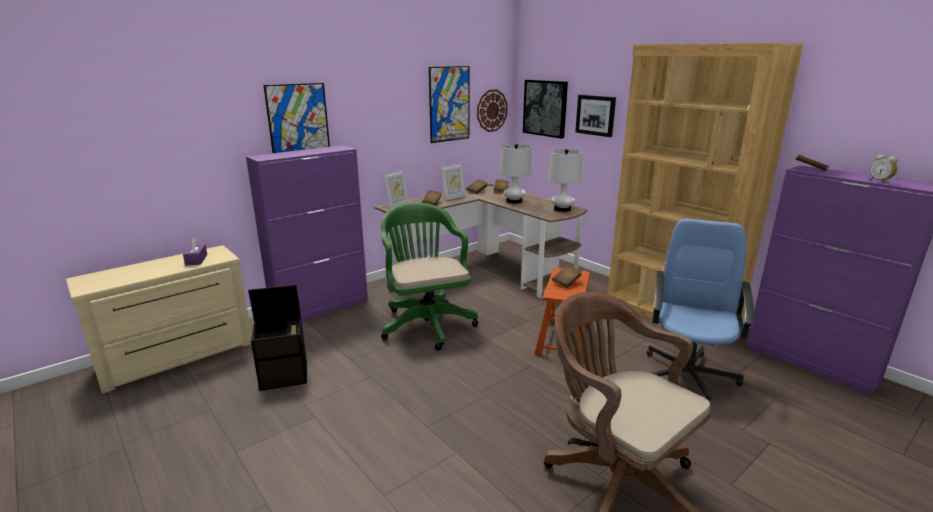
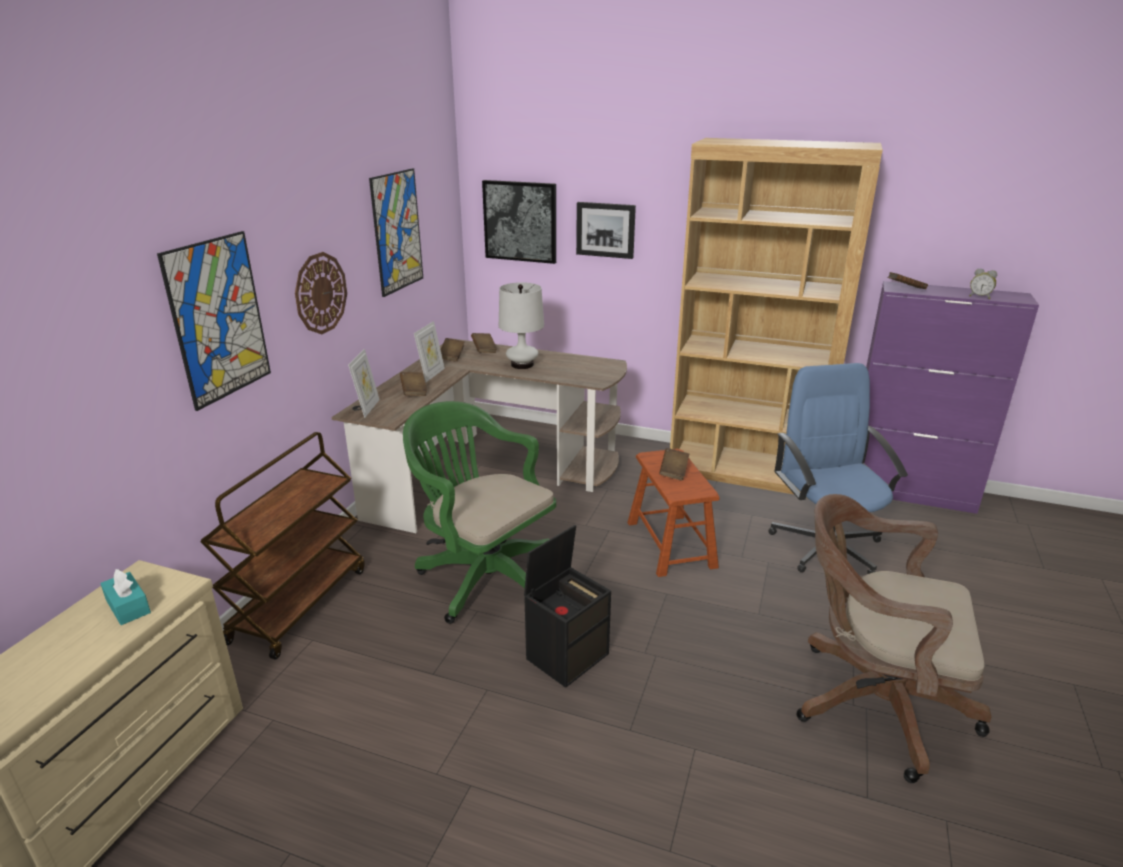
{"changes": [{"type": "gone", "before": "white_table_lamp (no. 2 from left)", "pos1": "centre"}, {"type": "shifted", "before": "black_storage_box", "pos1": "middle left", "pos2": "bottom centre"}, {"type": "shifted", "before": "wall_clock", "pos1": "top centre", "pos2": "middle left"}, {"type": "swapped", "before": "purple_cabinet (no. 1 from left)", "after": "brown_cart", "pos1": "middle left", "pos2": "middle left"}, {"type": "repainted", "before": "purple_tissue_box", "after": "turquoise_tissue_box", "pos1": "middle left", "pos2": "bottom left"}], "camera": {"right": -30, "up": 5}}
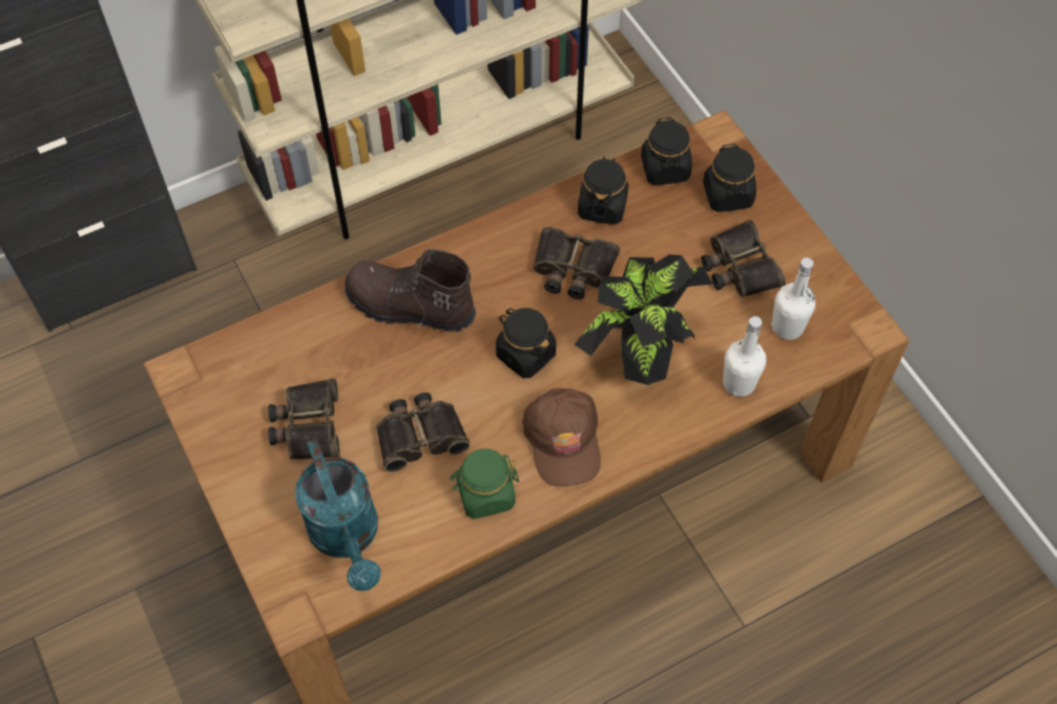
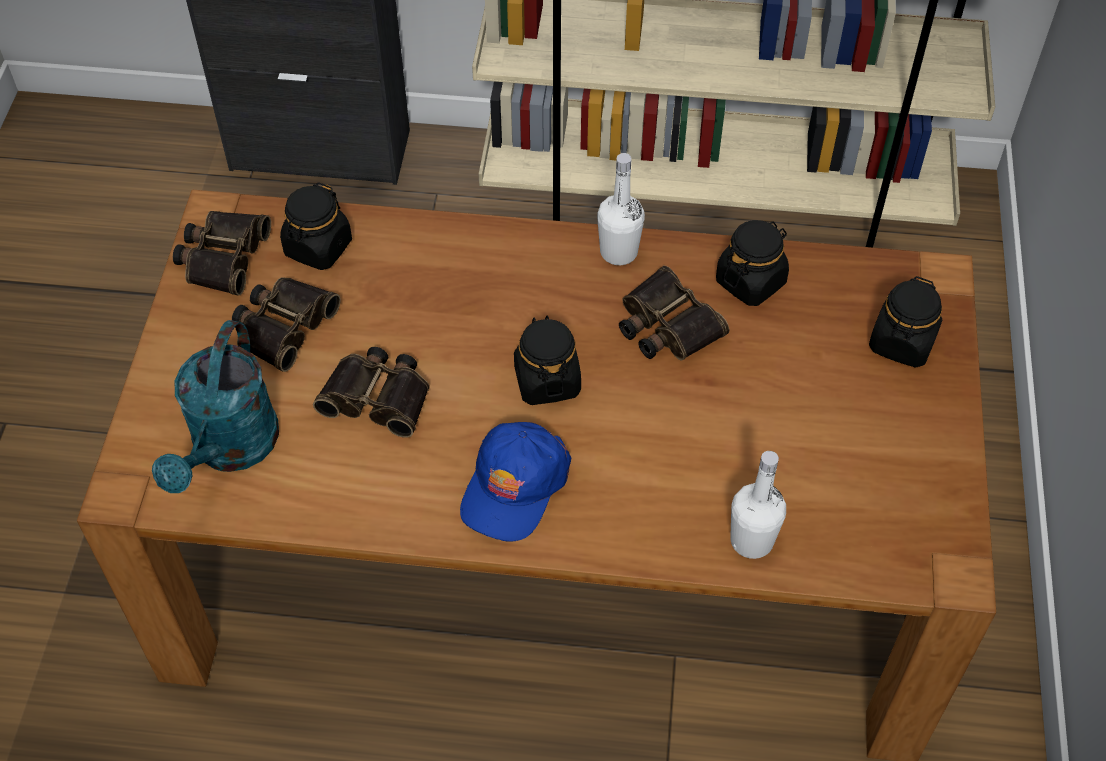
{"changes": [{"type": "gone", "before": "brown_boot", "pos1": "centre"}, {"type": "gone", "before": "green_jar", "pos1": "bottom centre"}, {"type": "gone", "before": "potted_plant", "pos1": "centre"}, {"type": "shifted", "before": "black_jar (no. 3 from left in the first image)", "after": "black_jar (no. 1 from left)", "pos1": "top centre", "pos2": "top left"}, {"type": "shifted", "before": "binoculars (no. 4 from left in the first image)", "after": "binoculars (no. 1 from left)", "pos1": "middle right", "pos2": "top left"}, {"type": "shifted", "before": "white_bottle (no. 2 from left in the first image)", "after": "white_bottle (no. 1 from left)", "pos1": "middle right", "pos2": "top centre"}, {"type": "repainted", "before": "brown_cap", "after": "blue_cap", "pos1": "centre", "pos2": "centre"}], "camera": {"right": 35, "up": -5}}
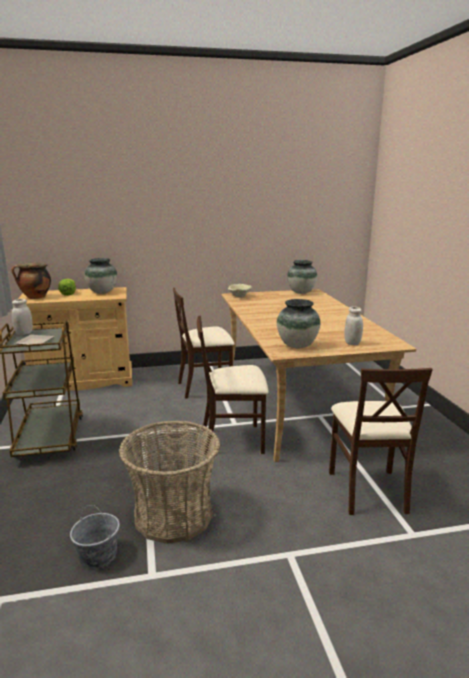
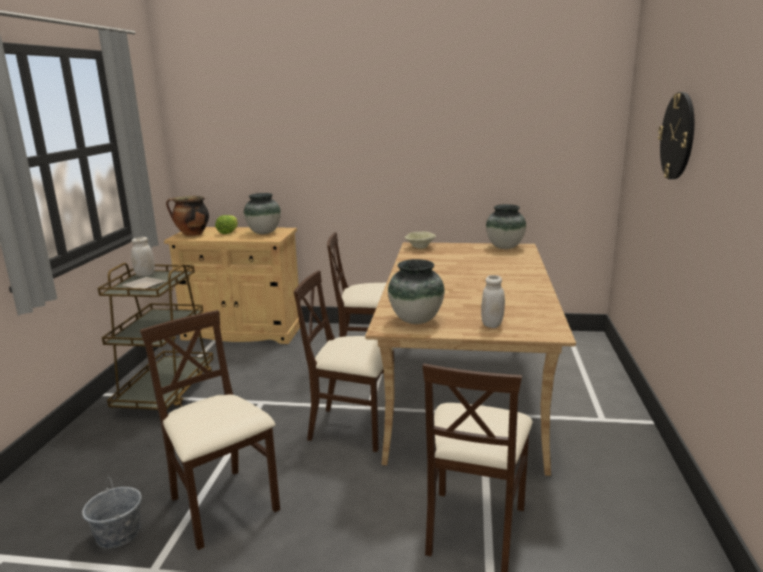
{"changes": [{"type": "new", "after": "wall_clock", "pos2": "top right"}, {"type": "swapped", "before": "basket", "after": "beige_chair (no. 1 from left)", "pos1": "bottom centre", "pos2": "bottom left"}], "camera": {"right": 20, "up": 0}}
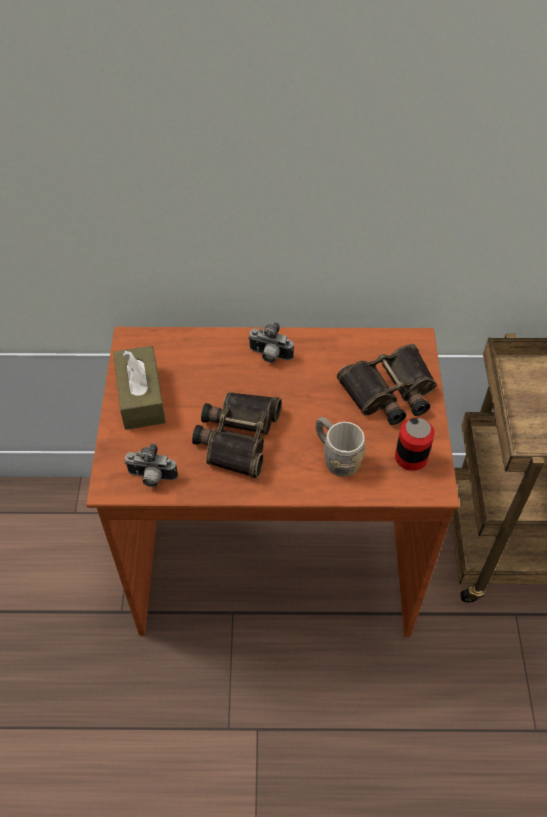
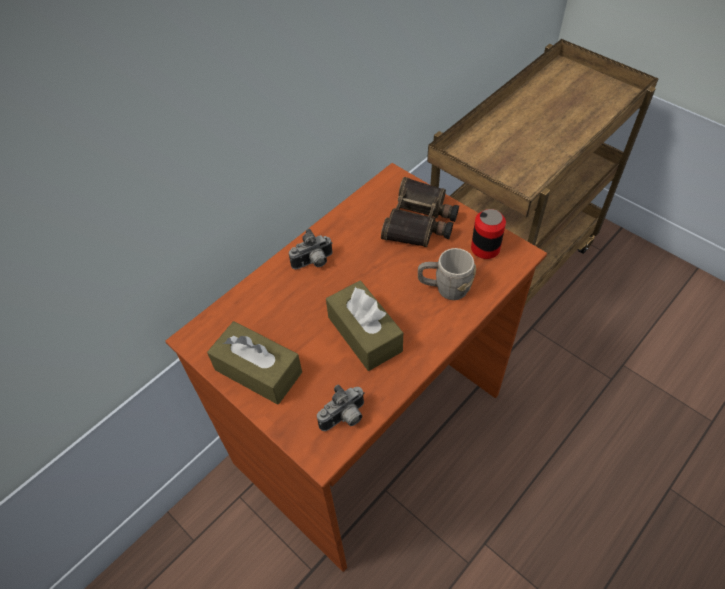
{"changes": [{"type": "swapped", "before": "binoculars (no. 1 from left)", "after": "brown_tissue_box (no. 2 from left)", "pos1": "centre", "pos2": "centre"}], "camera": {"right": -45, "up": 0}}
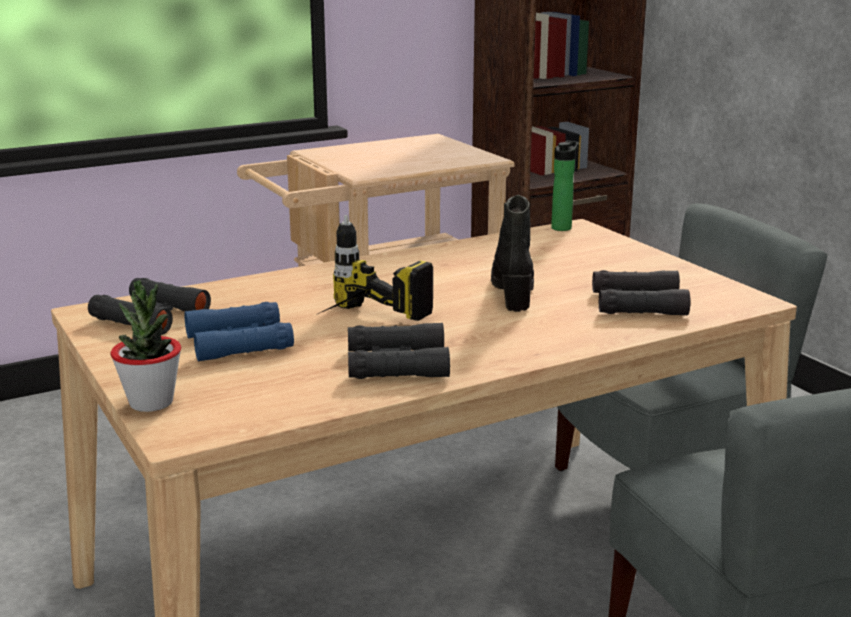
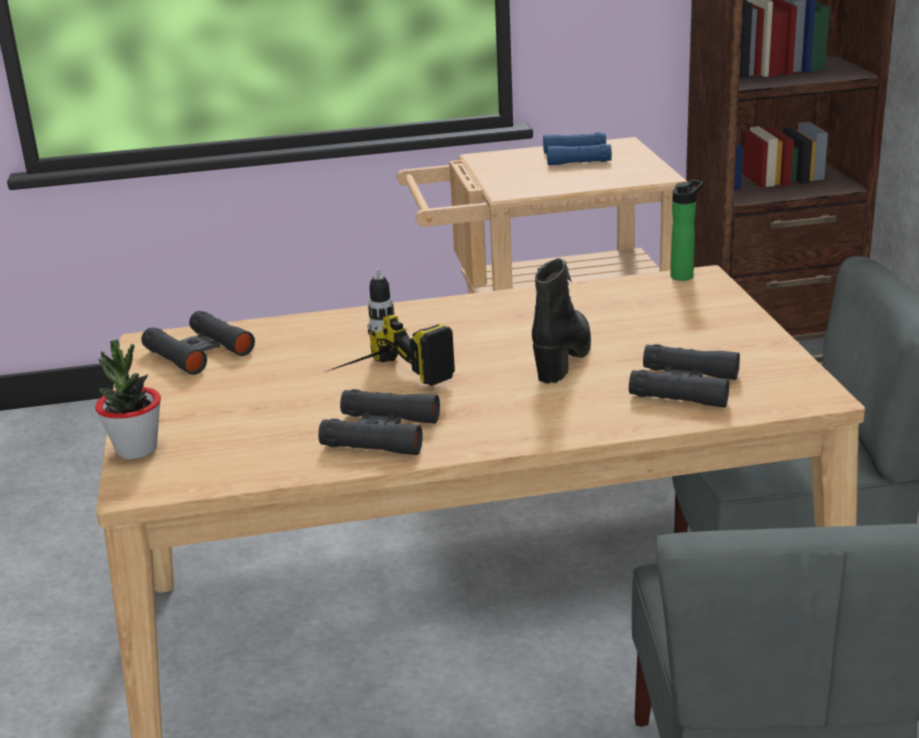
{"changes": [{"type": "shifted", "before": "blue_binoculars", "pos1": "middle left", "pos2": "top centre"}], "camera": {"right": 20, "up": 5}}
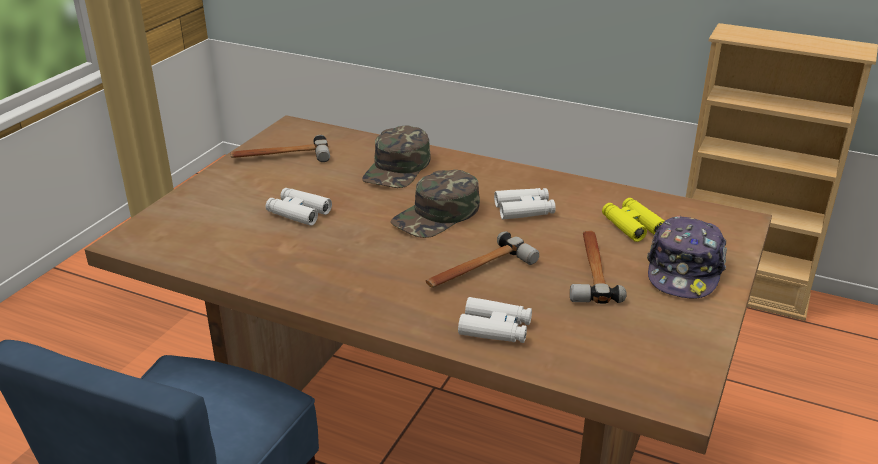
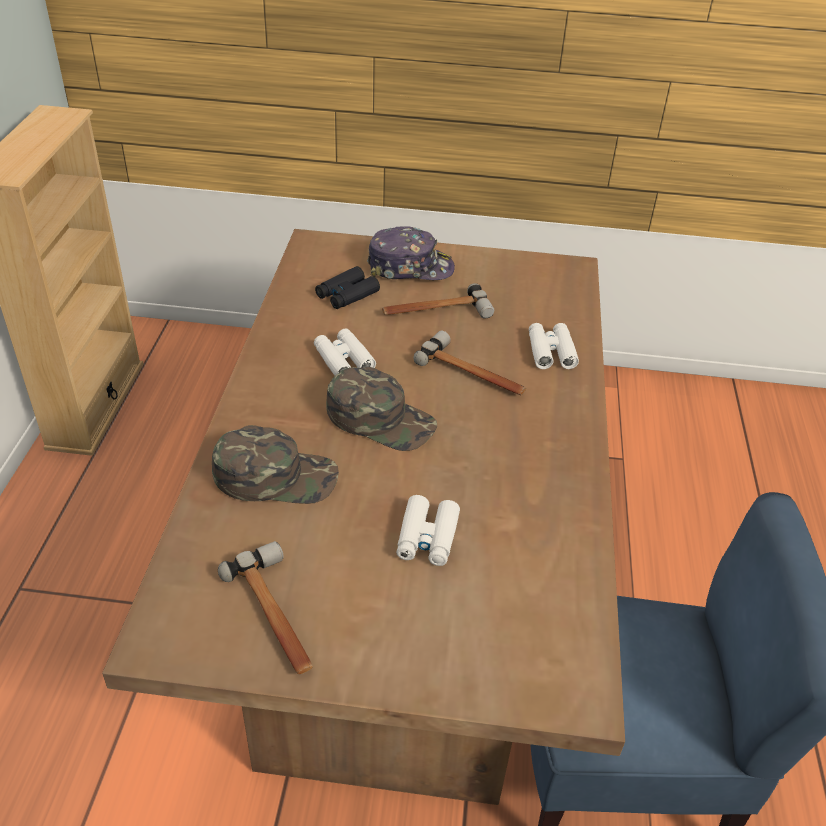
{"changes": [{"type": "repainted", "before": "yellow_binoculars", "after": "black_binoculars", "pos1": "middle right", "pos2": "centre"}], "camera": {"right": -110, "up": 10}}
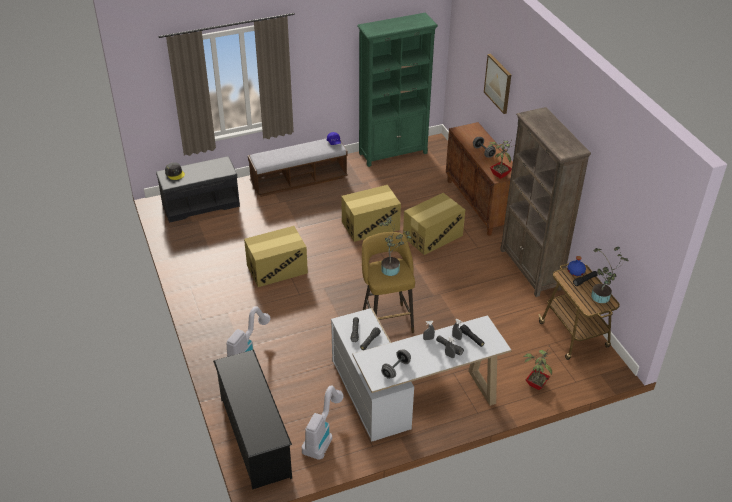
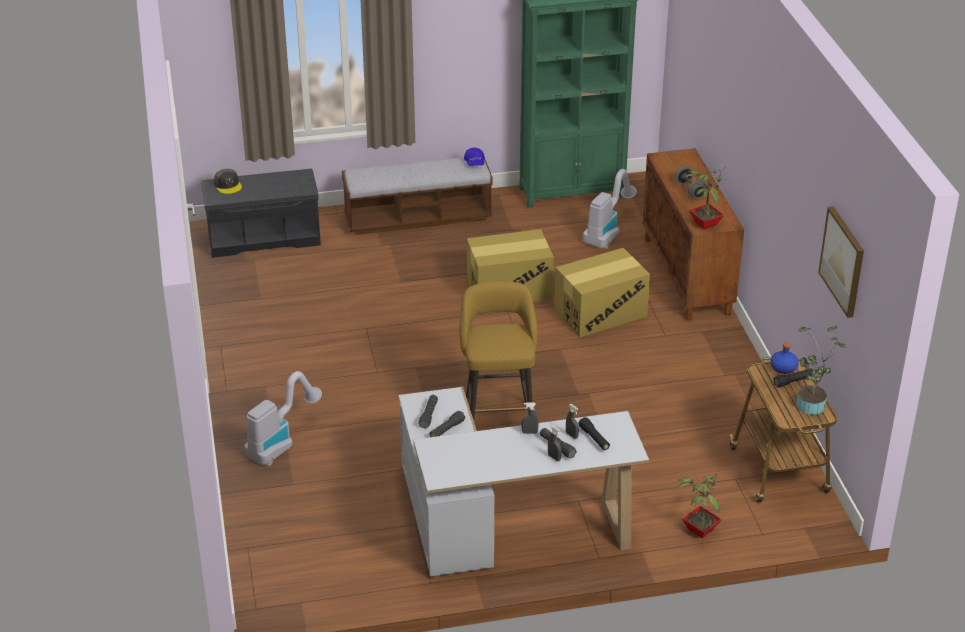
{"changes": [{"type": "gone", "before": "black_shoe_rack", "pos1": "bottom centre"}, {"type": "gone", "before": "cardboard_box (no. 1 from left)", "pos1": "centre"}, {"type": "gone", "before": "potted_plant (no. 1 from left)", "pos1": "centre"}, {"type": "gone", "before": "grey_dumbbell (no. 1 from left)", "pos1": "bottom centre"}, {"type": "gone", "before": "brown_bookcase", "pos1": "middle right"}, {"type": "shifted", "before": "vacuum_cleaner (no. 2 from left)", "pos1": "bottom centre", "pos2": "top centre"}, {"type": "shifted", "before": "picture", "pos1": "top right", "pos2": "middle right"}], "camera": {"right": 10, "up": -5}}
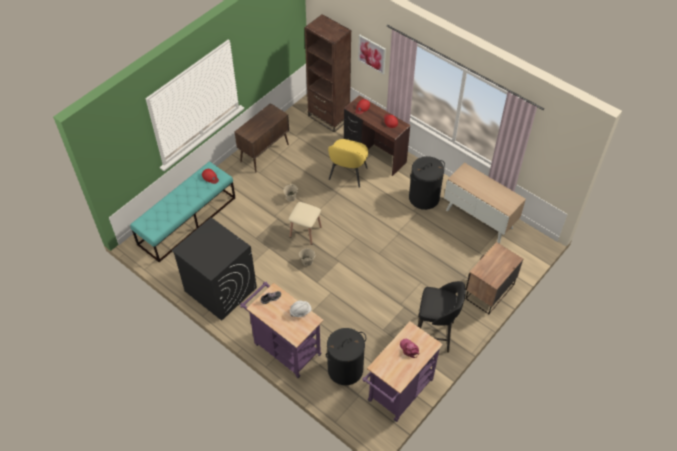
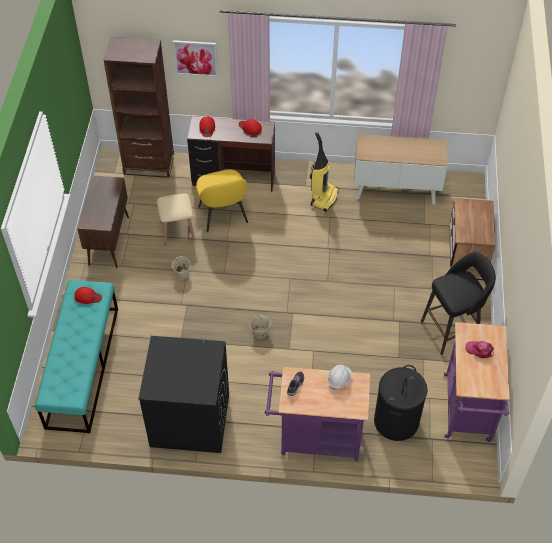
{"changes": [{"type": "shifted", "before": "beige_stool", "pos1": "centre", "pos2": "middle left"}, {"type": "swapped", "before": "black_laundry_basket (no. 2 from left)", "after": "vacuum_cleaner", "pos1": "centre", "pos2": "top centre"}], "camera": {"right": -35, "up": 0}}
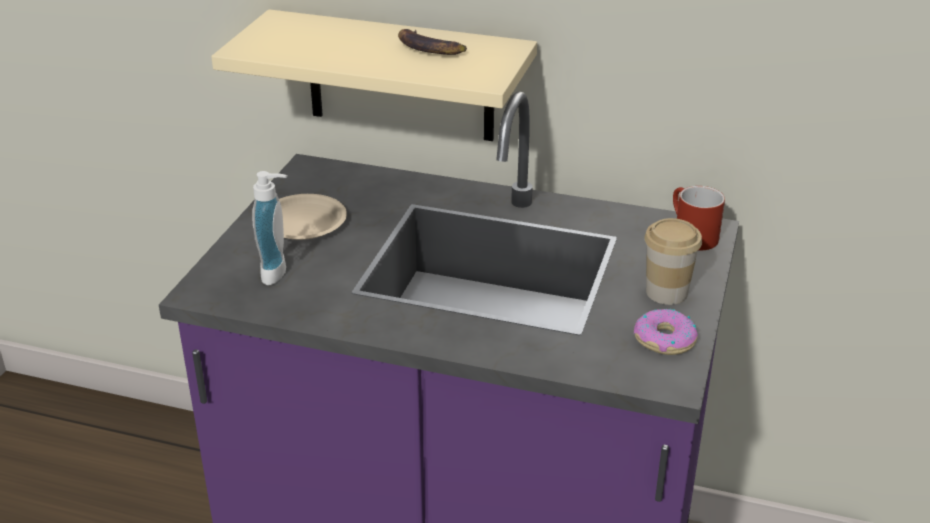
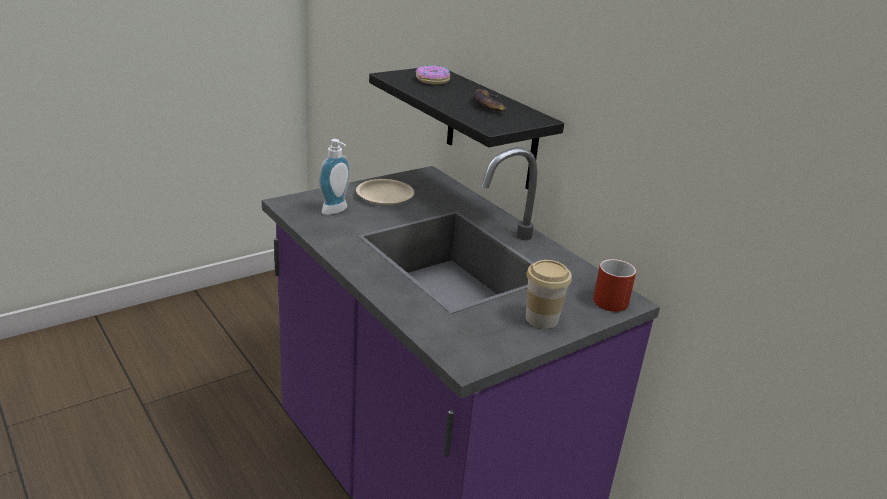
{"changes": [{"type": "shifted", "before": "donut", "pos1": "middle right", "pos2": "top centre"}, {"type": "repainted", "before": "beige_shelf", "after": "black_shelf", "pos1": "top centre", "pos2": "top centre"}], "camera": {"right": 35, "up": -5}}
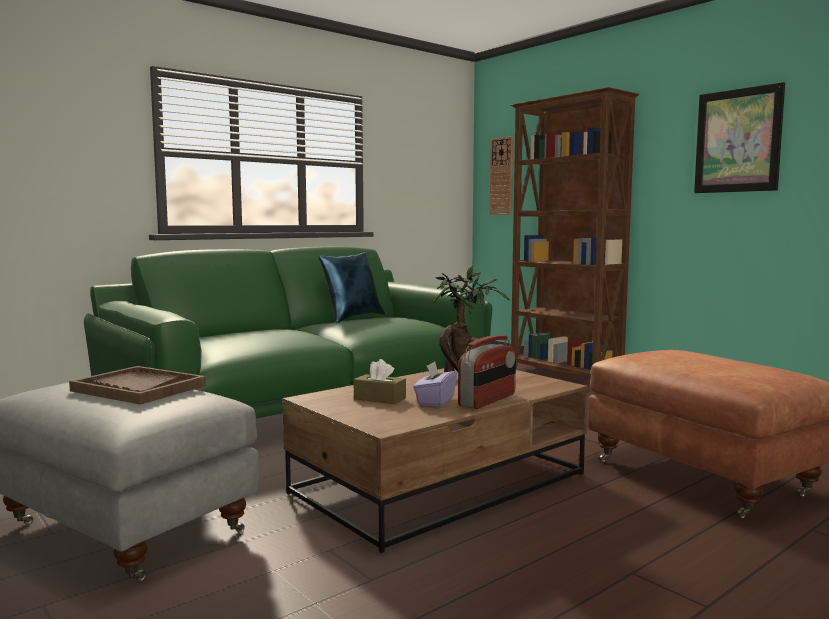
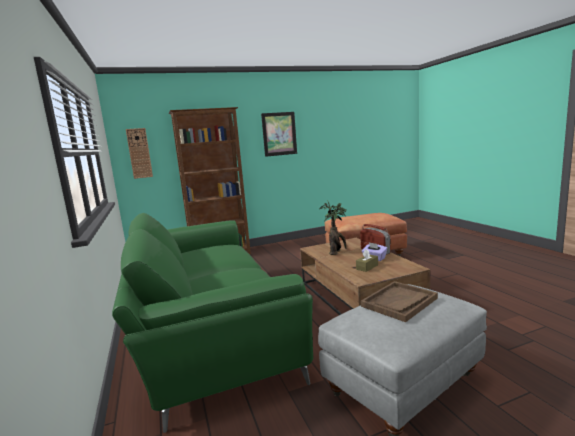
{"changes": [{"type": "gone", "before": "blue_pillow", "pos1": "centre"}], "camera": {"right": -70, "up": 5}}
